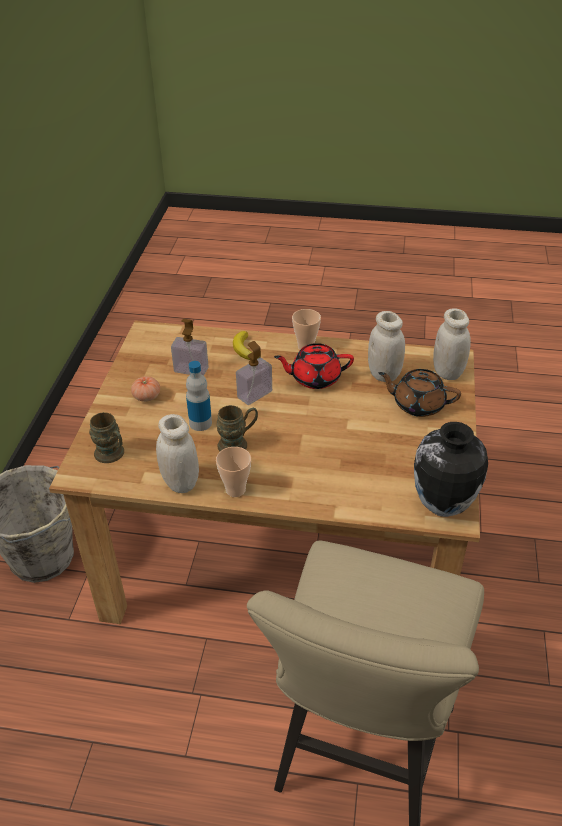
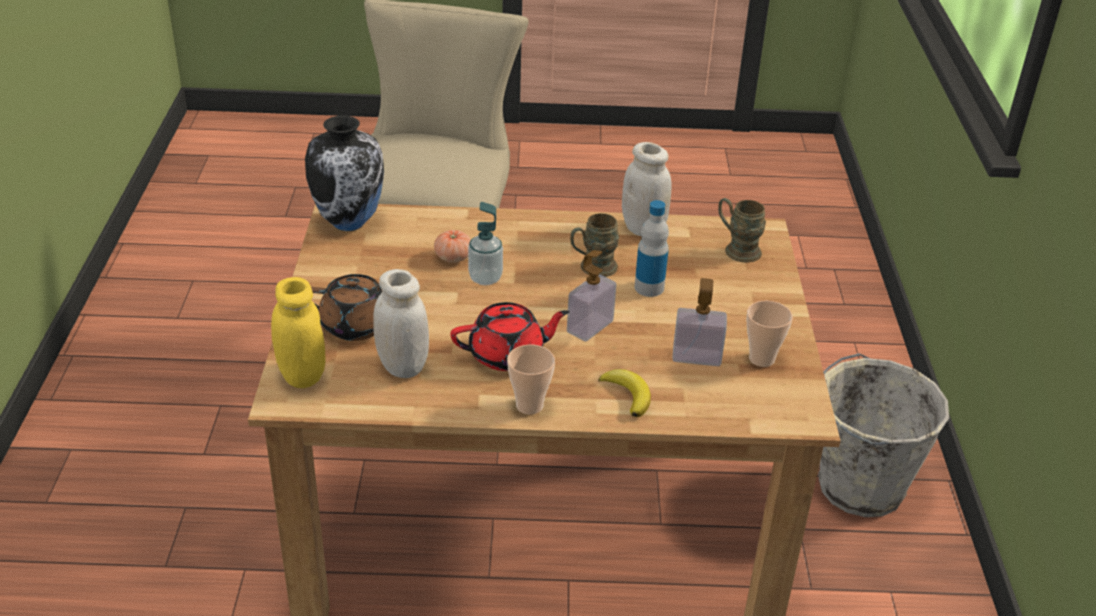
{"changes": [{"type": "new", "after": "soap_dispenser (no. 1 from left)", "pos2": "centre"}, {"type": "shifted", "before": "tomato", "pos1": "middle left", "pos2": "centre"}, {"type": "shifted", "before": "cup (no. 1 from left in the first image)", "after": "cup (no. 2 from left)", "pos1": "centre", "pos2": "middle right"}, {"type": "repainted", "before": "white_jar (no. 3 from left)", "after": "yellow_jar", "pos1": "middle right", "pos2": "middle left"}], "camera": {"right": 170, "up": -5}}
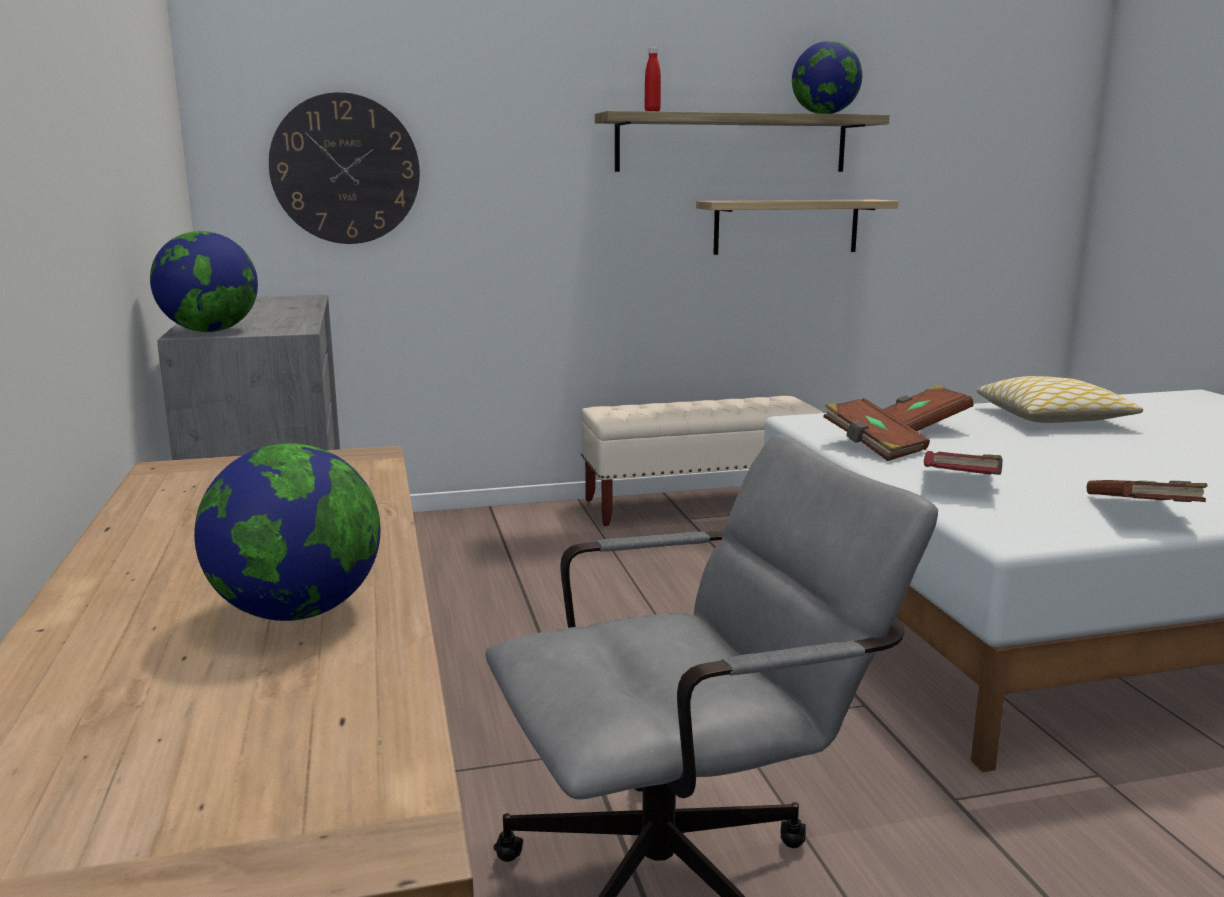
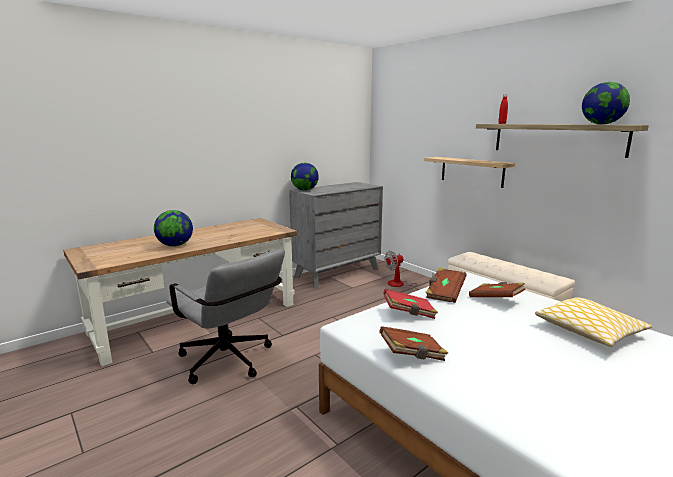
{"changes": [{"type": "gone", "before": "wall_clock", "pos1": "top left"}, {"type": "new", "after": "fan", "pos2": "centre"}, {"type": "shifted", "before": "shelf (no. 2 from left in the first image)", "after": "shelf (no. 1 from left)", "pos1": "top centre", "pos2": "middle right"}], "camera": {"right": 65, "up": 0}}
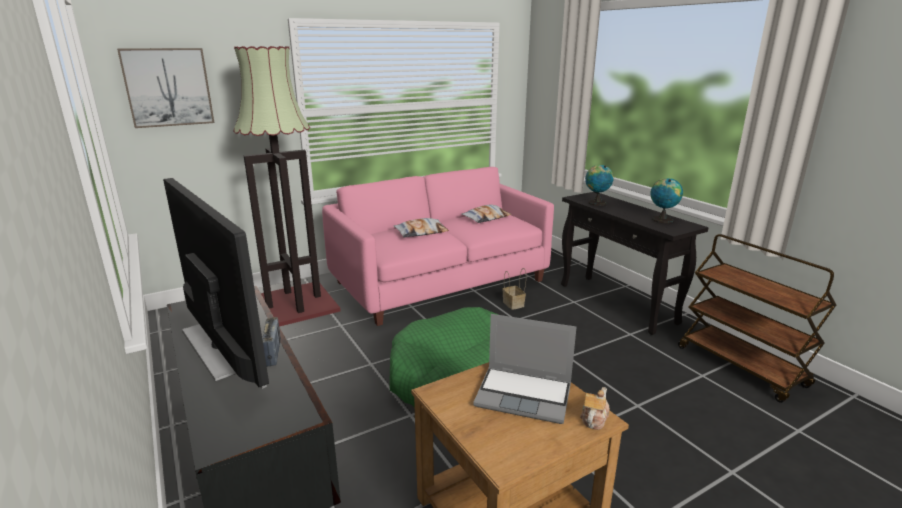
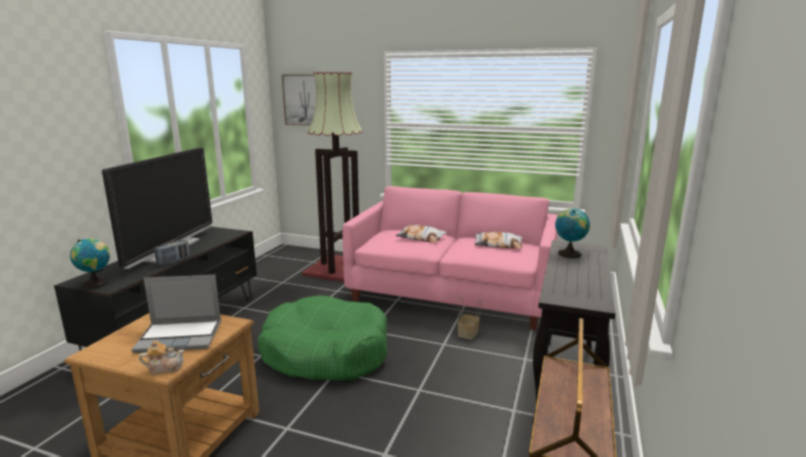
{"changes": [{"type": "shifted", "before": "globe (no. 2 from left in the first image)", "after": "globe (no. 1 from left)", "pos1": "middle right", "pos2": "middle left"}, {"type": "rotated", "before": "laptop", "pos1": "bottom centre", "pos2": "bottom left", "turn": -75}], "camera": {"right": 50, "up": -5}}
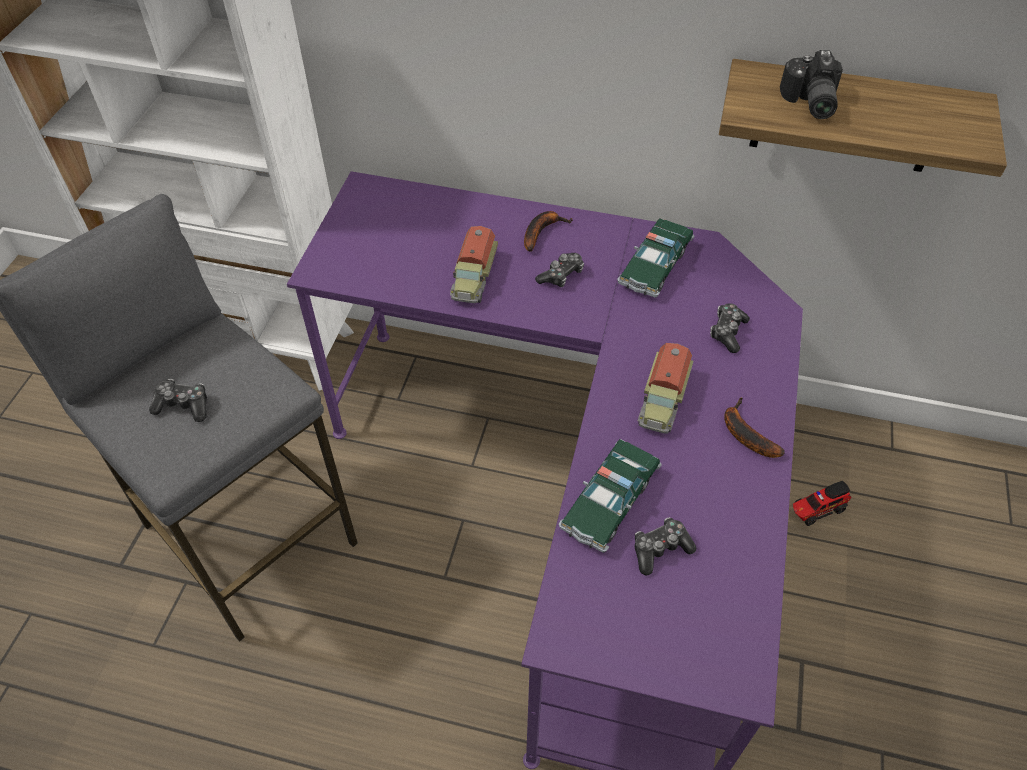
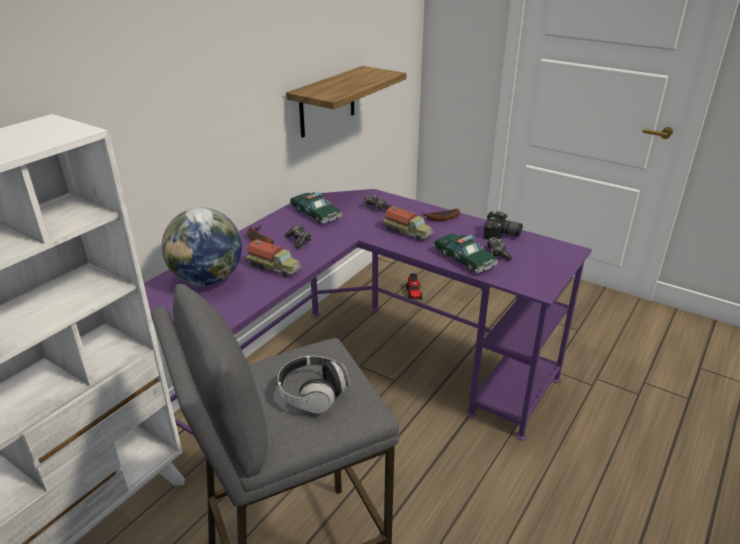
{"changes": [{"type": "new", "after": "globe", "pos2": "middle left"}, {"type": "shifted", "before": "photo_camera", "pos1": "top right", "pos2": "middle right"}, {"type": "swapped", "before": "game_controller (no. 1 from left)", "after": "headphones", "pos1": "middle left", "pos2": "bottom centre"}], "camera": {"right": -70, "up": -20}}
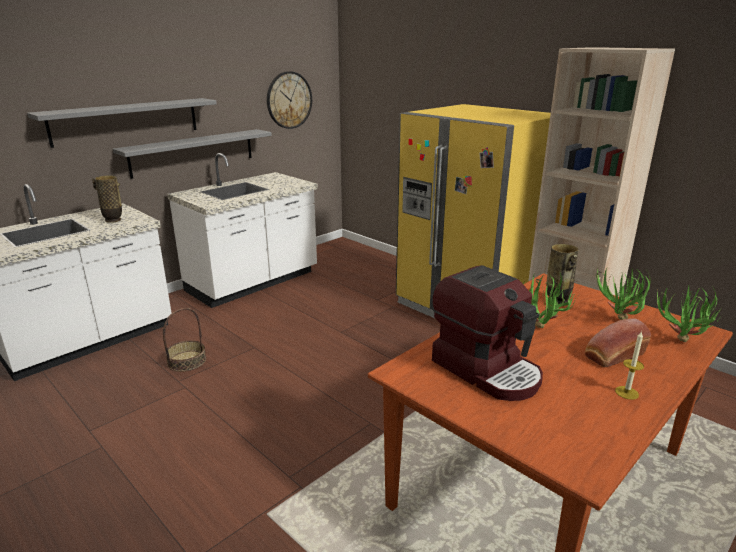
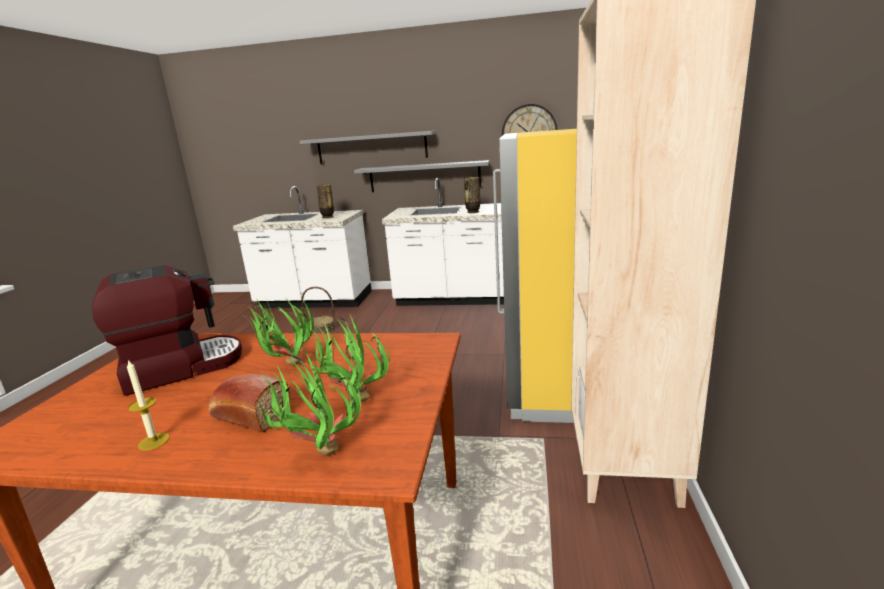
{"changes": [{"type": "shifted", "before": "vase (no. 2 from left)", "pos1": "middle right", "pos2": "top centre"}, {"type": "rotated", "before": "coffee_machine", "pos1": "centre", "pos2": "middle left", "turn": -135}], "camera": {"right": 55, "up": -5}}
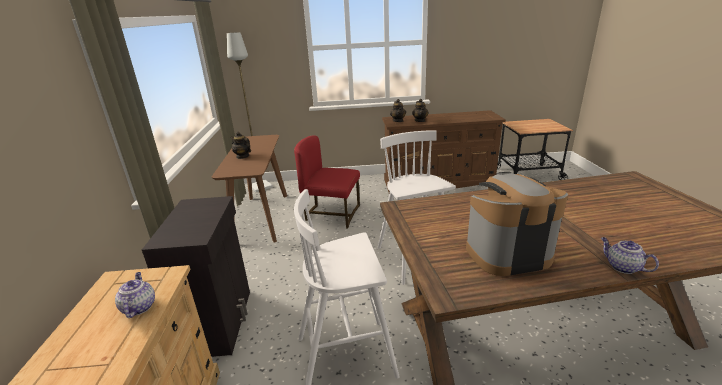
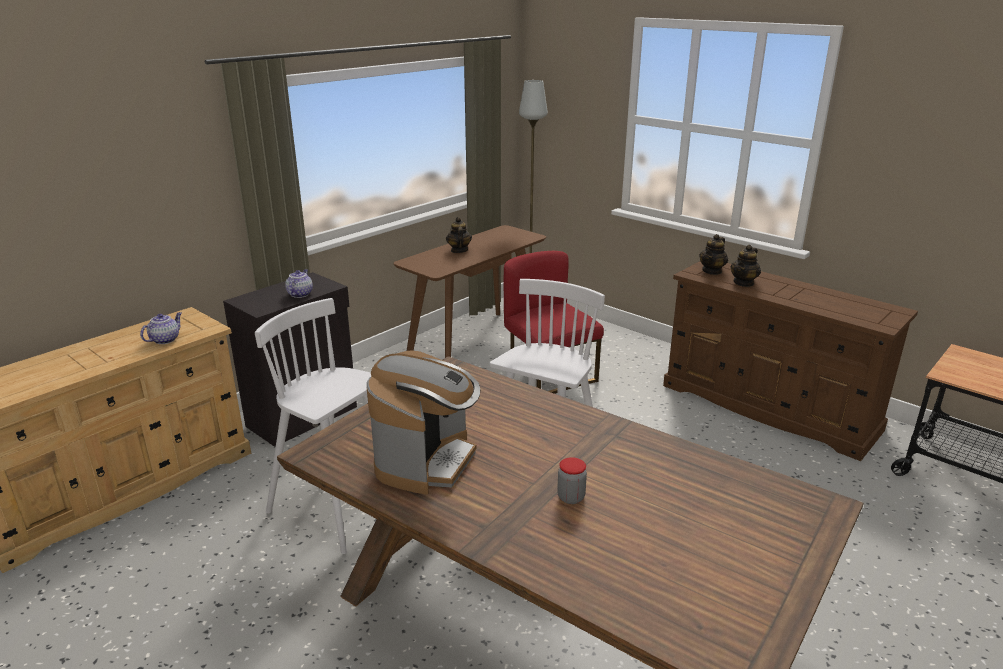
{"changes": [{"type": "new", "after": "jar", "pos2": "bottom centre"}, {"type": "shifted", "before": "teapot (no. 5 from left in the first image)", "after": "teapot (no. 2 from left)", "pos1": "middle right", "pos2": "middle left"}, {"type": "rotated", "before": "coffee_machine", "pos1": "middle right", "pos2": "centre", "turn": 75}], "camera": {"right": 45, "up": 0}}
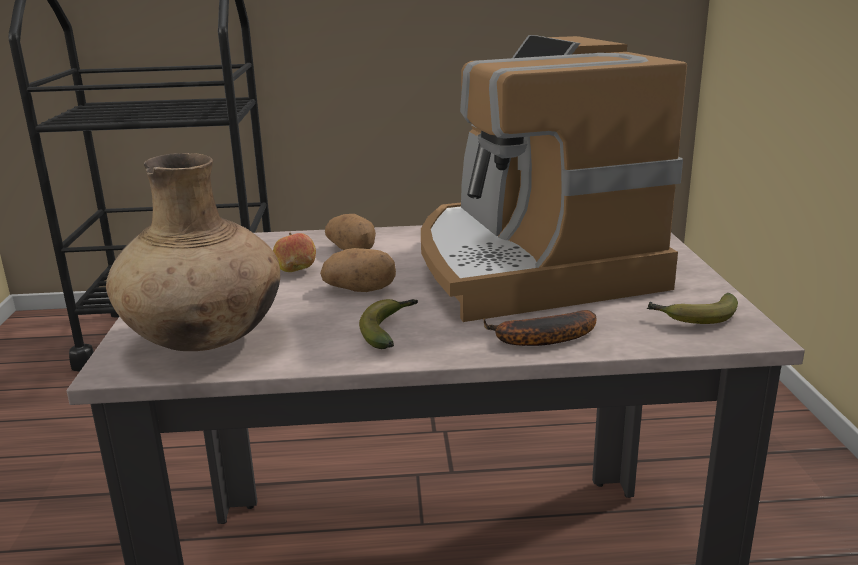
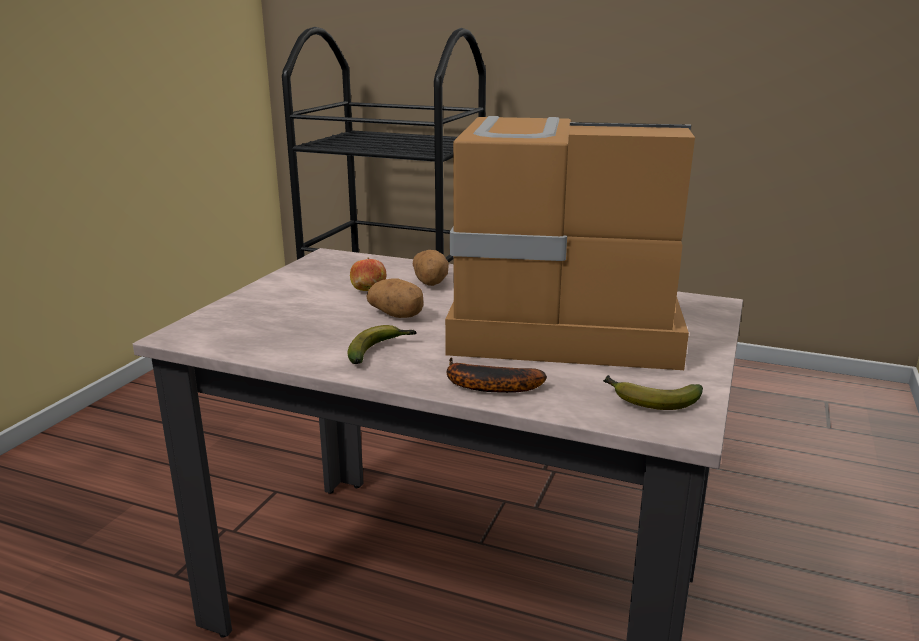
{"changes": [{"type": "gone", "before": "brown_vase", "pos1": "middle left"}, {"type": "rotated", "before": "coffee_machine", "pos1": "top centre", "pos2": "centre", "turn": 90}], "camera": {"right": 25, "up": 0}}
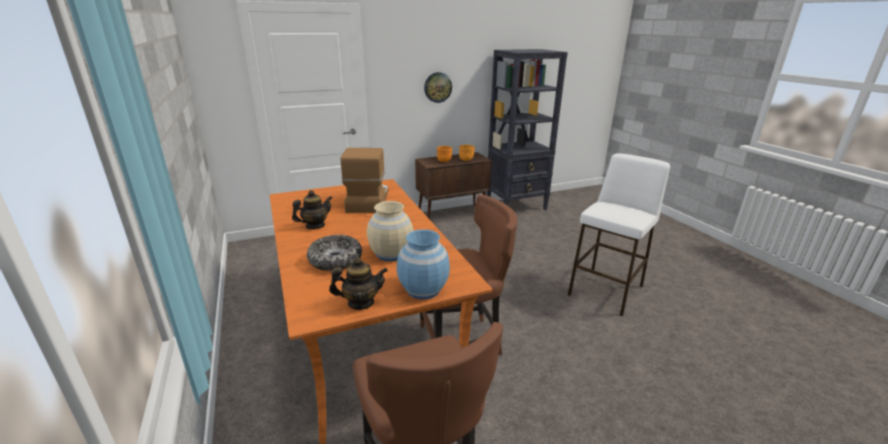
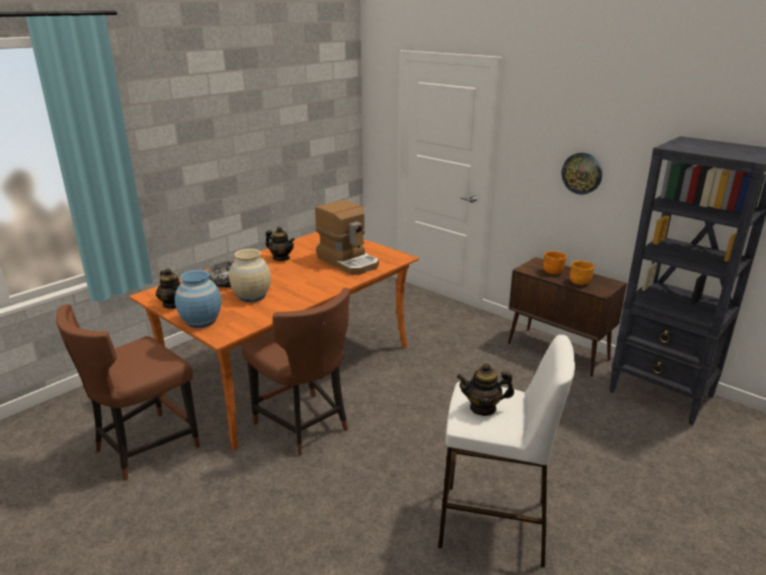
{"changes": [{"type": "new", "after": "teapot (no. 3 from left)", "pos2": "bottom centre"}, {"type": "rotated", "before": "coffee_machine", "pos1": "centre", "pos2": "centre", "turn": 75}], "camera": {"right": 65, "up": 0}}
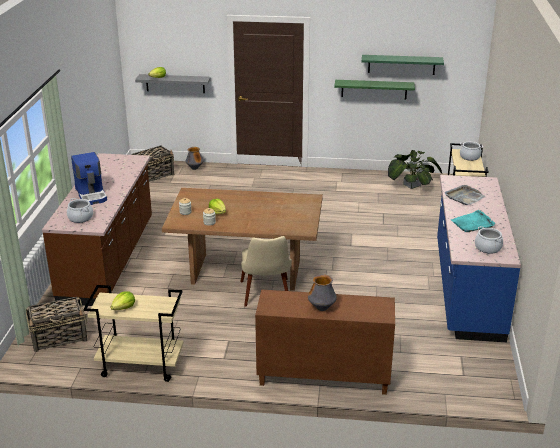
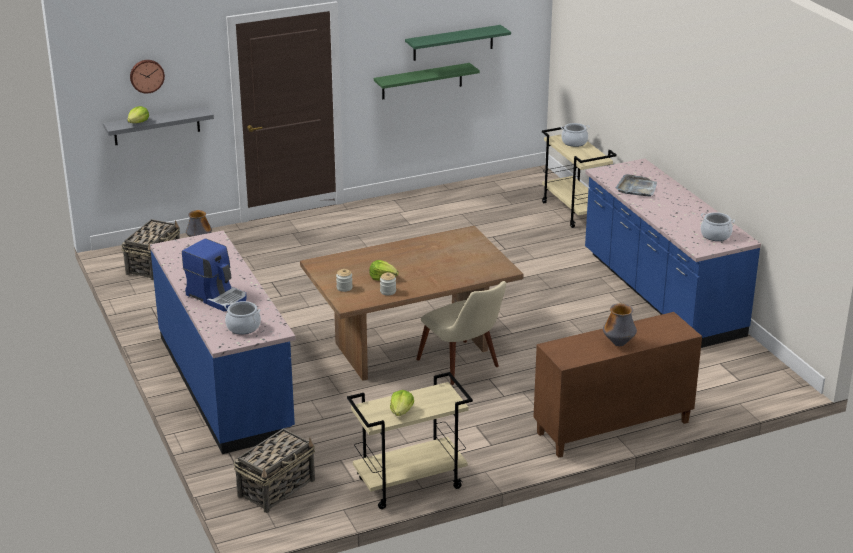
{"changes": [{"type": "gone", "before": "potted_plant", "pos1": "middle right"}, {"type": "gone", "before": "turquoise_tray", "pos1": "middle right"}, {"type": "new", "after": "wall_clock", "pos2": "top left"}, {"type": "repainted", "before": "brown_counter", "after": "blue_counter (no. 1 from left)", "pos1": "middle left", "pos2": "middle left"}], "camera": {"right": -30, "up": 0}}
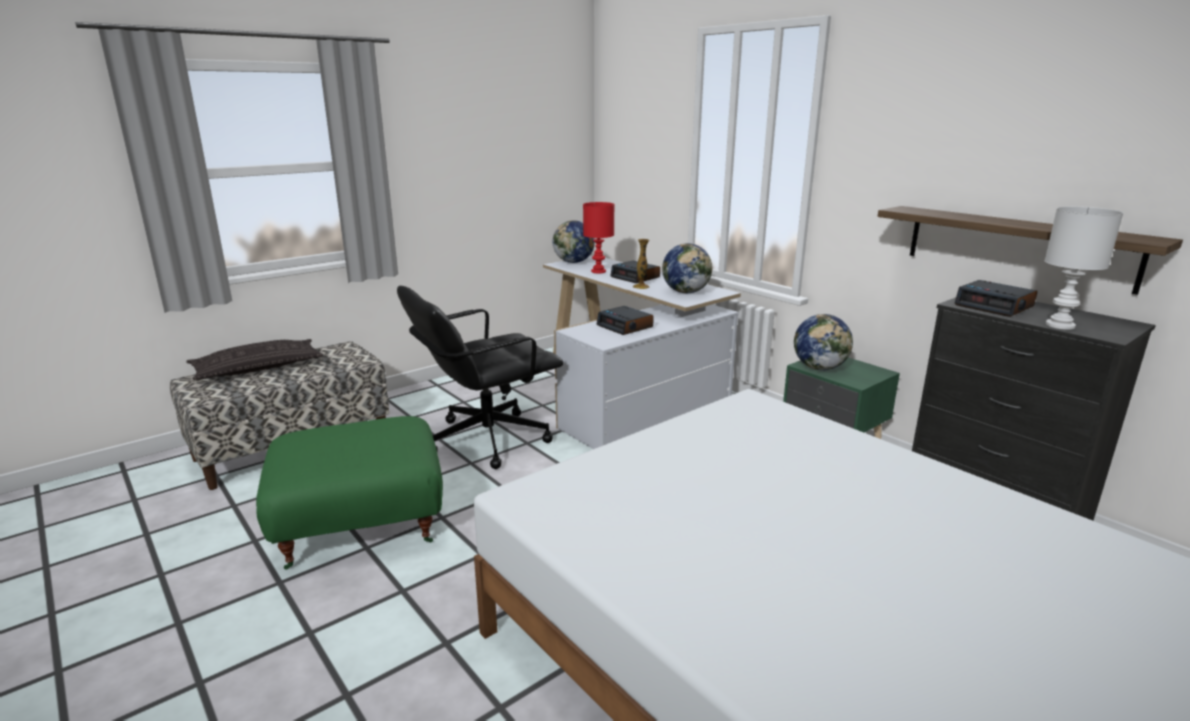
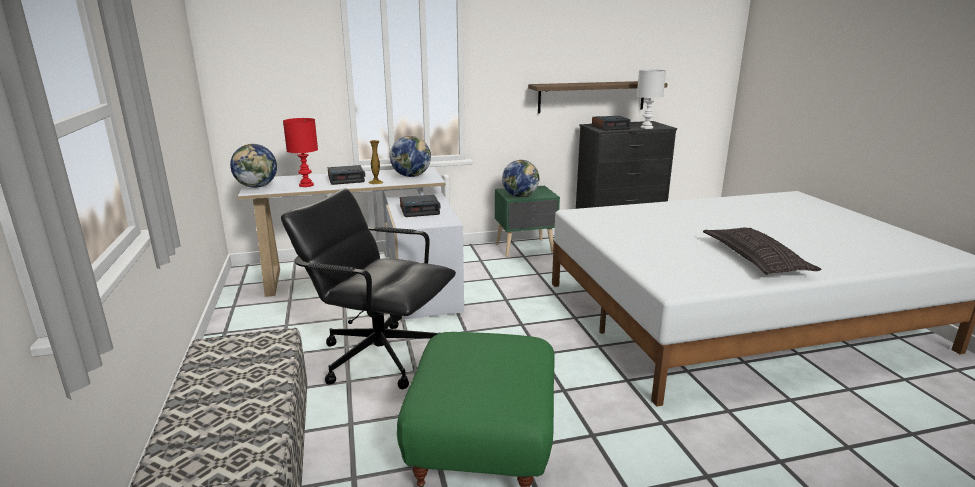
{"changes": [{"type": "shifted", "before": "pillow", "pos1": "middle left", "pos2": "middle right"}, {"type": "rotated", "before": "black_office_chair", "pos1": "centre", "pos2": "centre", "turn": 120}], "camera": {"right": -65, "up": 0}}
